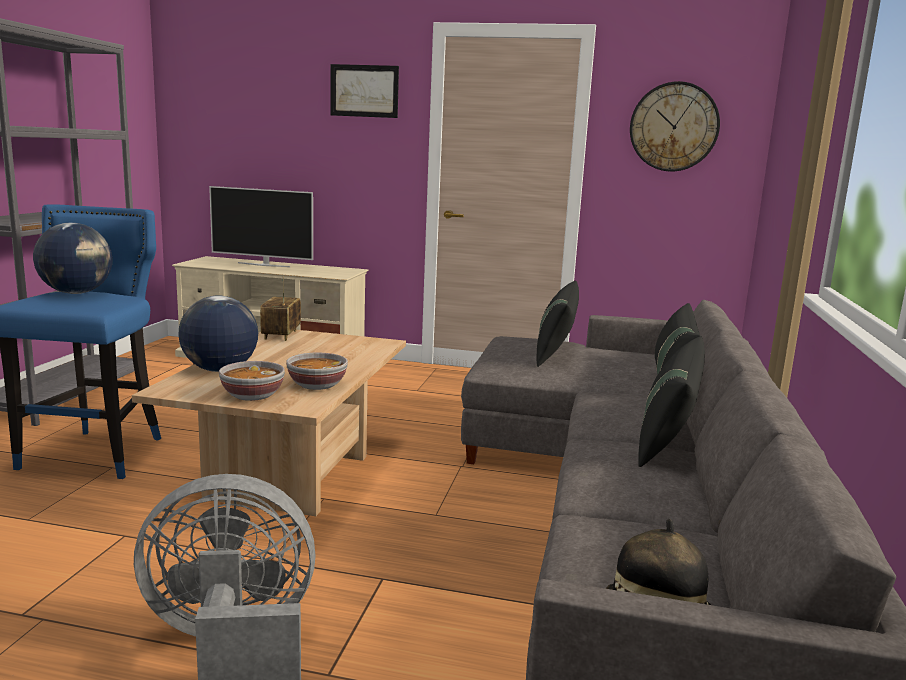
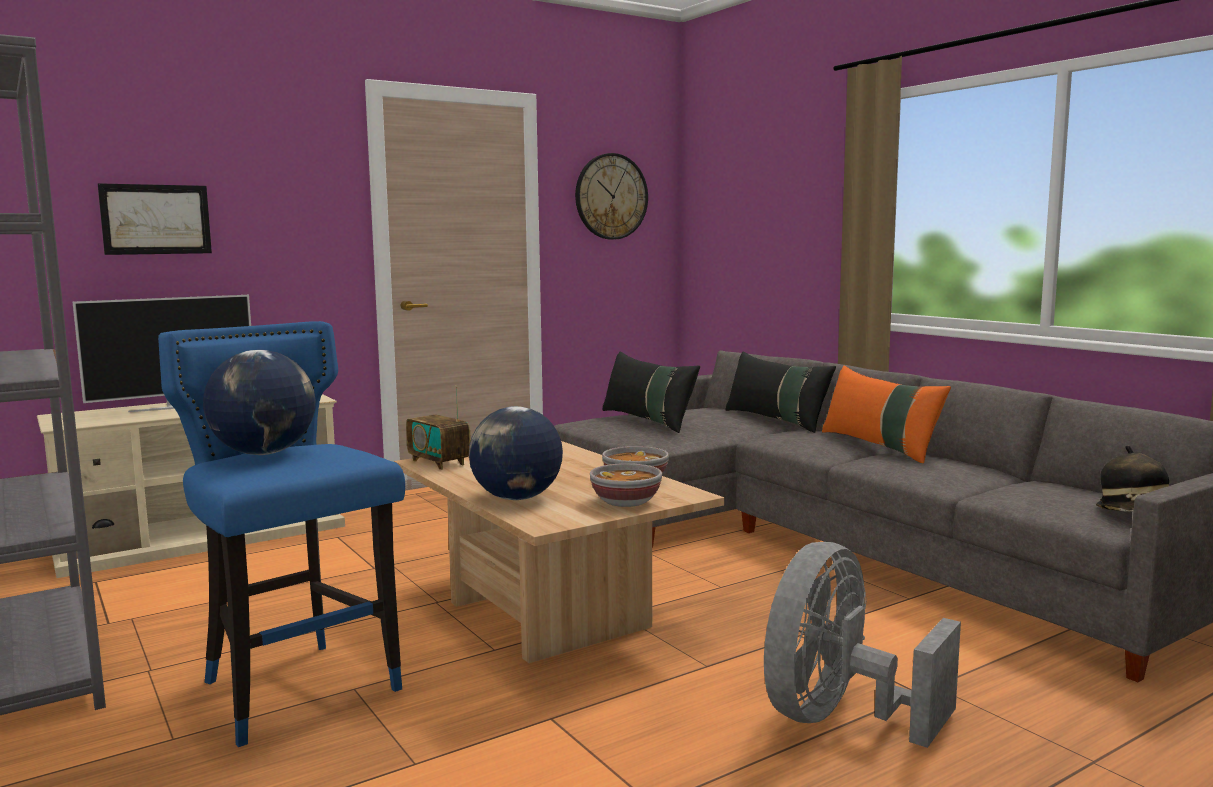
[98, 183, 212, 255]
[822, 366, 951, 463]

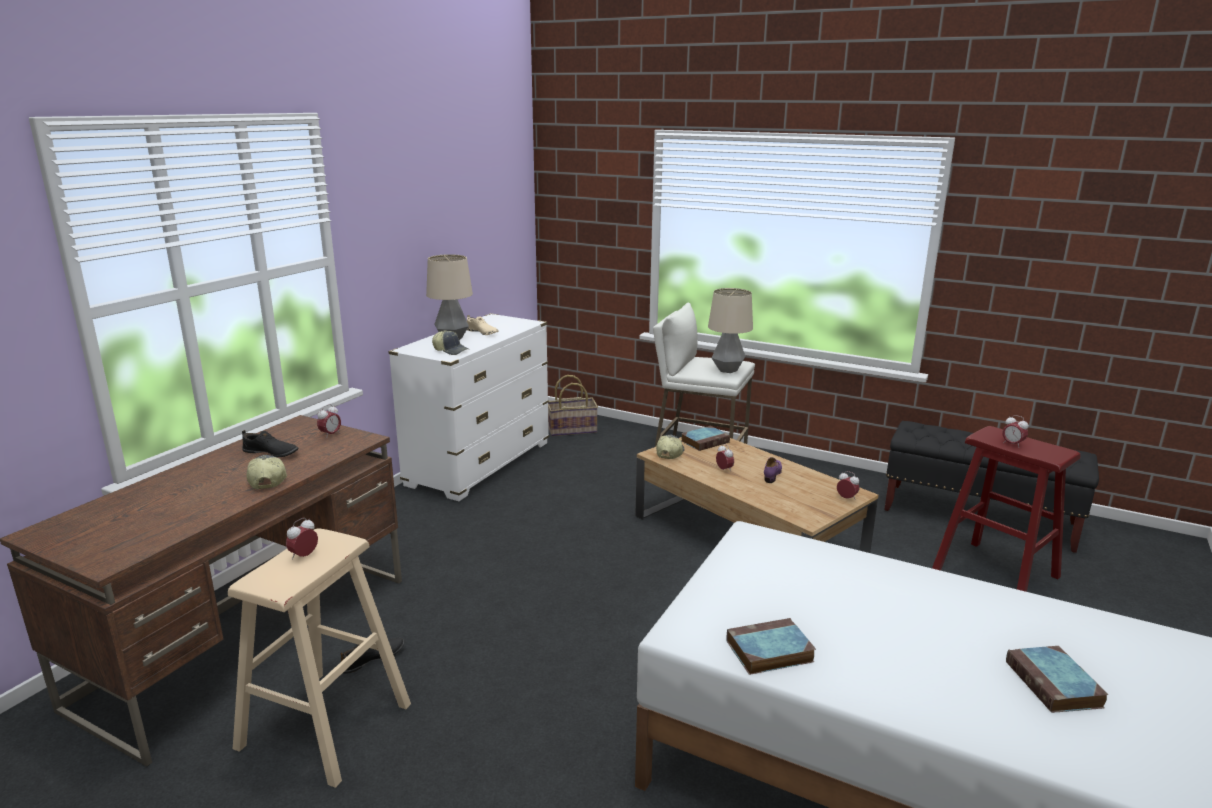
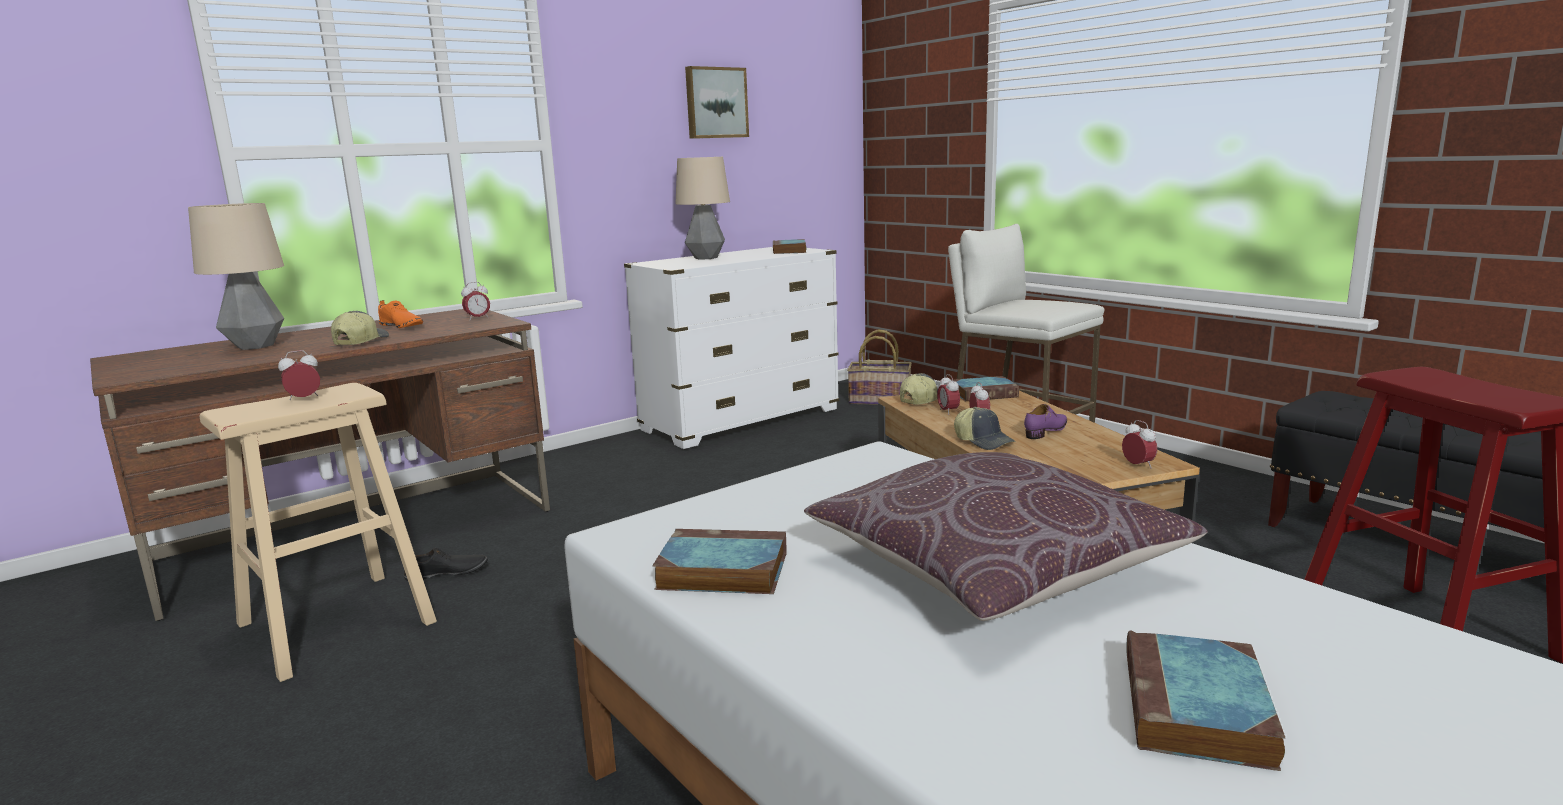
[467, 315, 499, 335] (first image)
[685, 66, 749, 139]
[773, 239, 807, 254]
[804, 452, 1208, 621]
[954, 407, 1016, 450]
[188, 203, 284, 350]
[937, 374, 960, 415]
[378, 300, 423, 328]

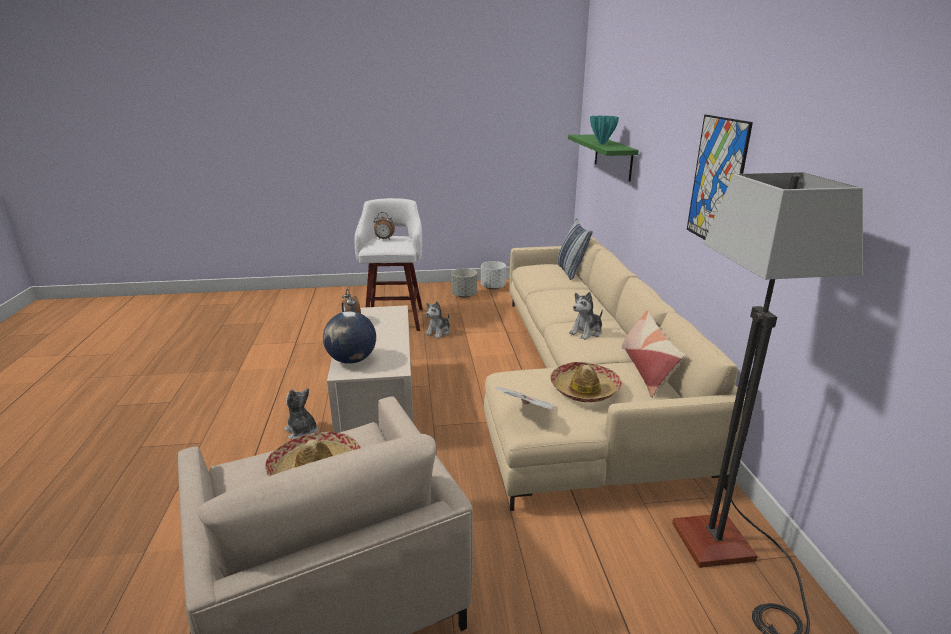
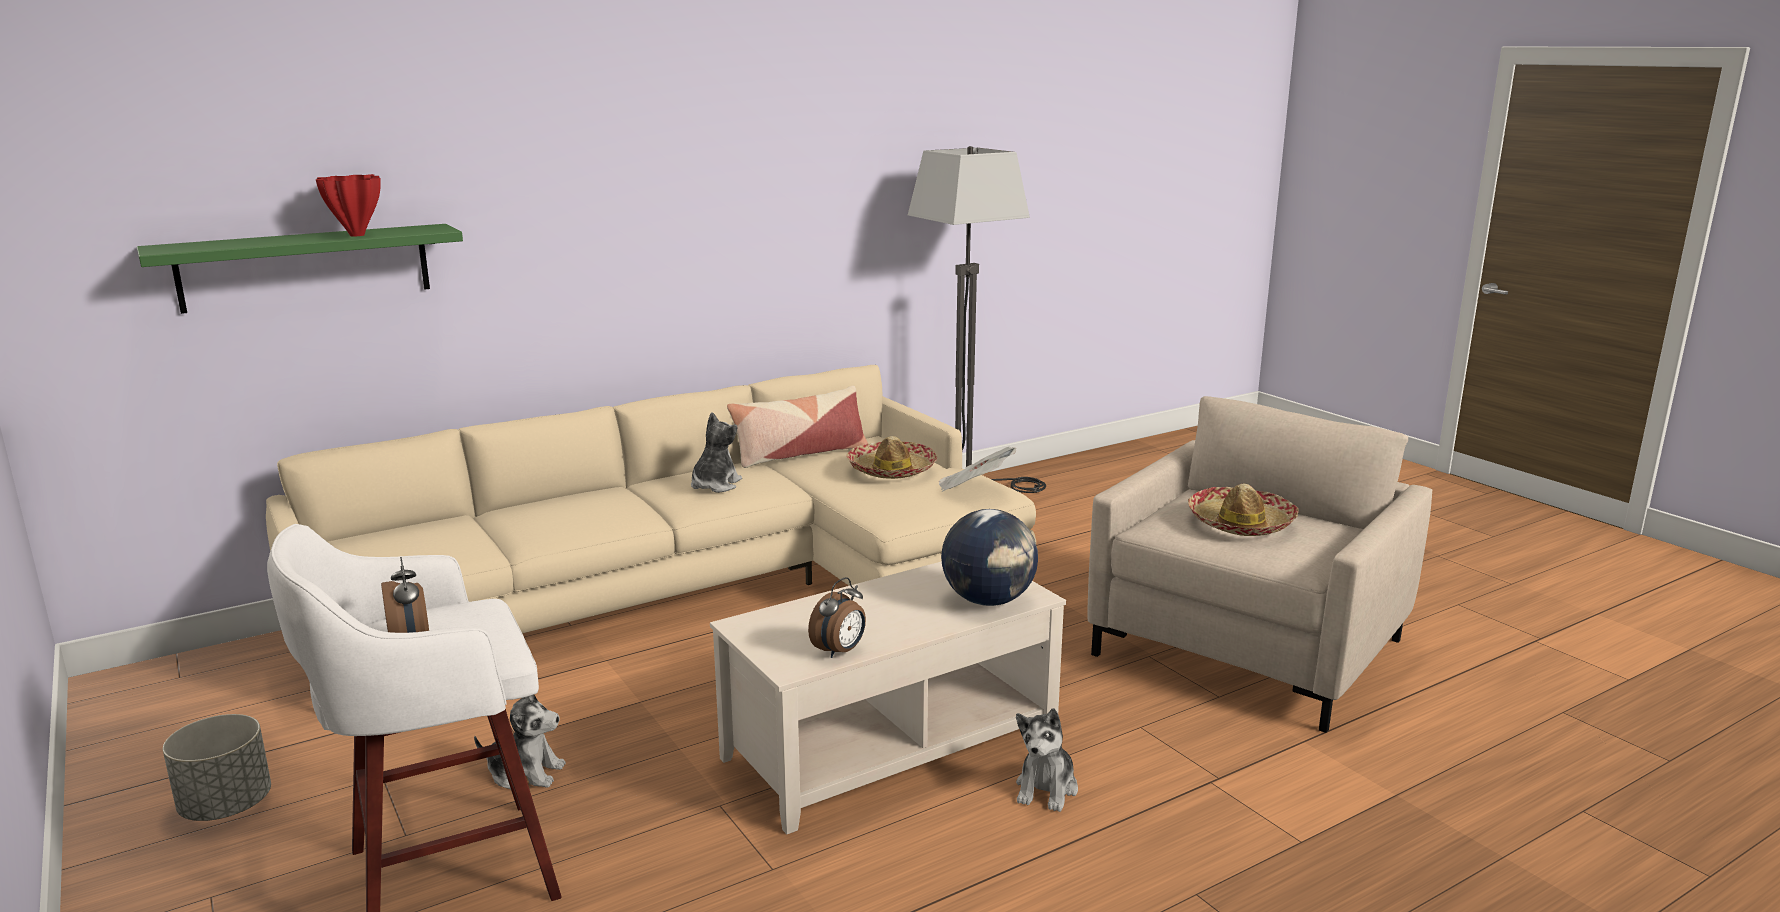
[481, 261, 506, 289] (first image)
[557, 219, 593, 280] (first image)
[687, 115, 753, 240] (first image)
[316, 174, 381, 236]
[691, 412, 742, 493]

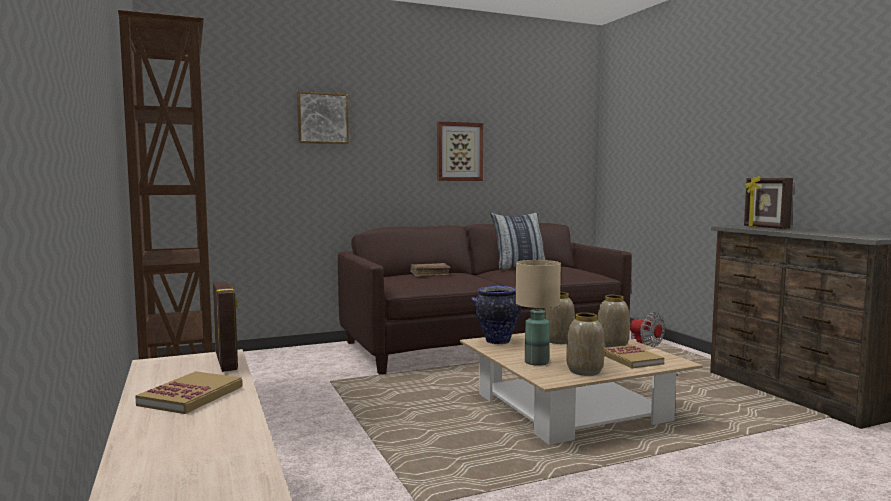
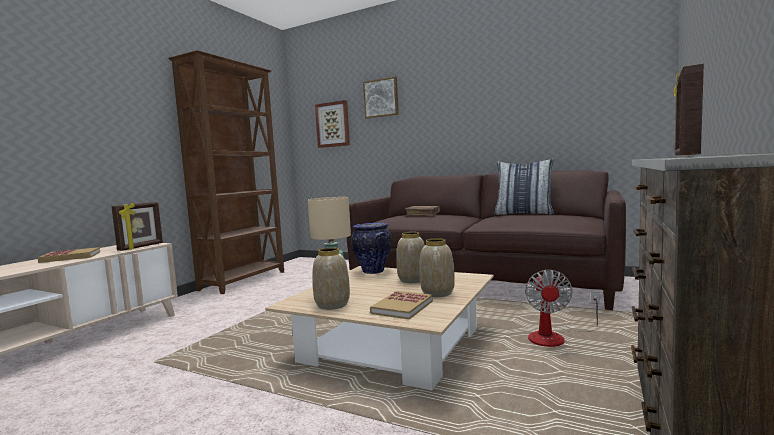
[315, 100, 350, 148]

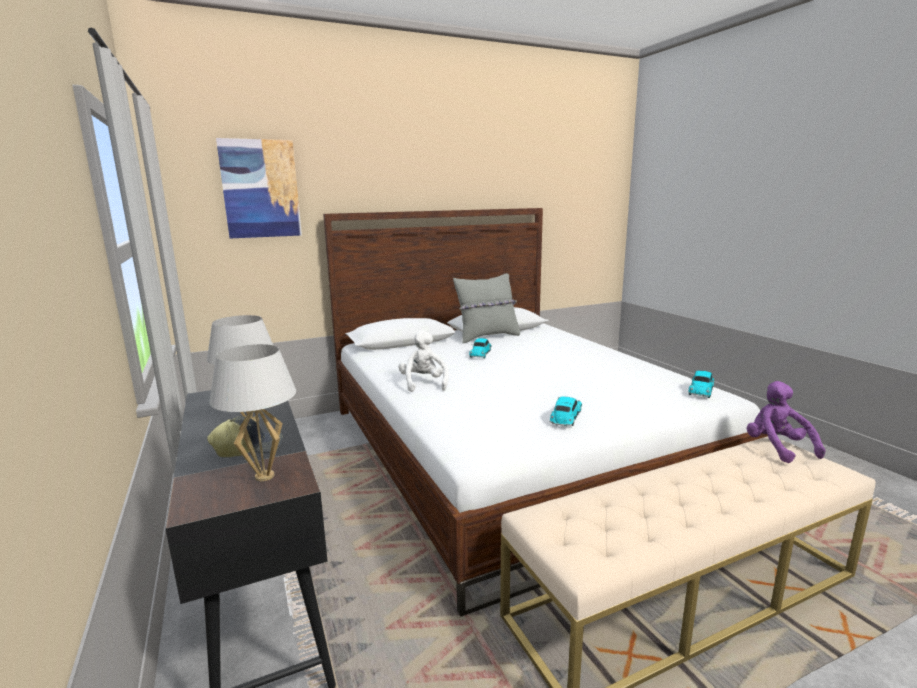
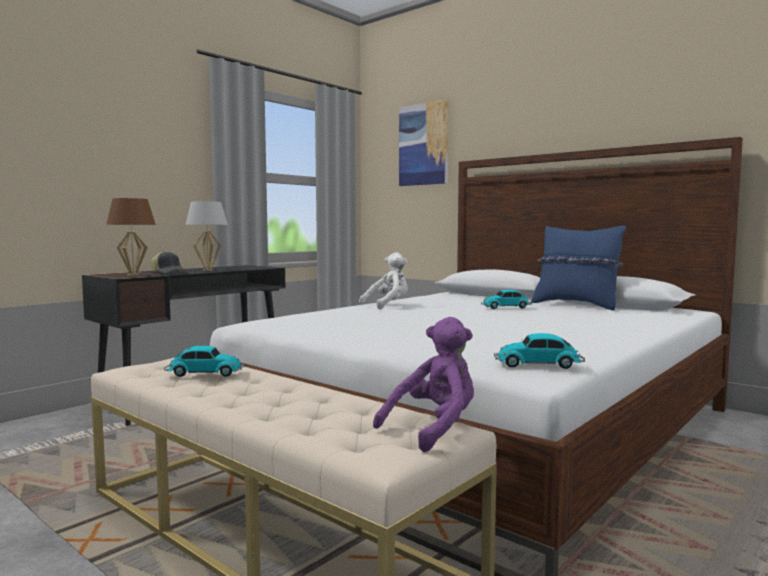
[164, 346, 245, 377]
[106, 198, 156, 276]
[531, 226, 626, 310]

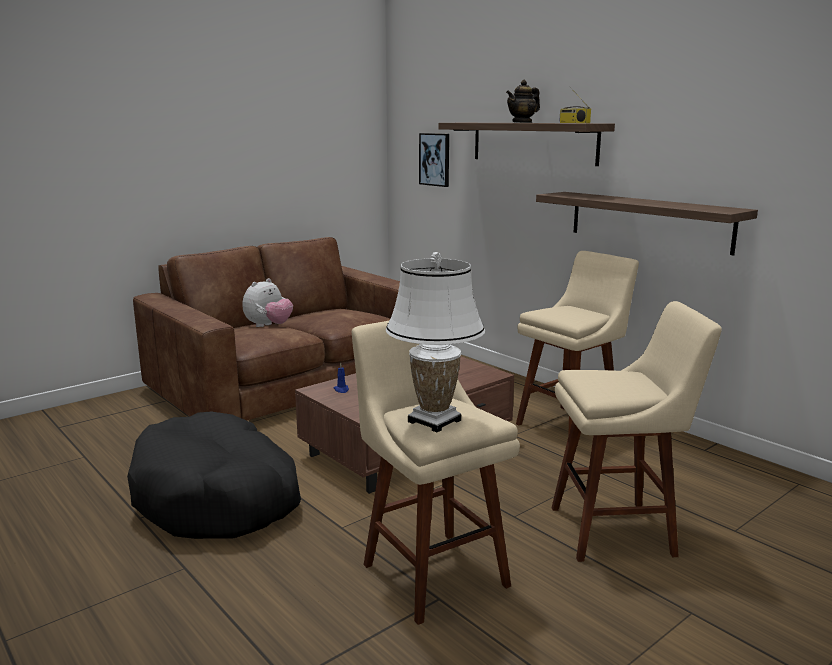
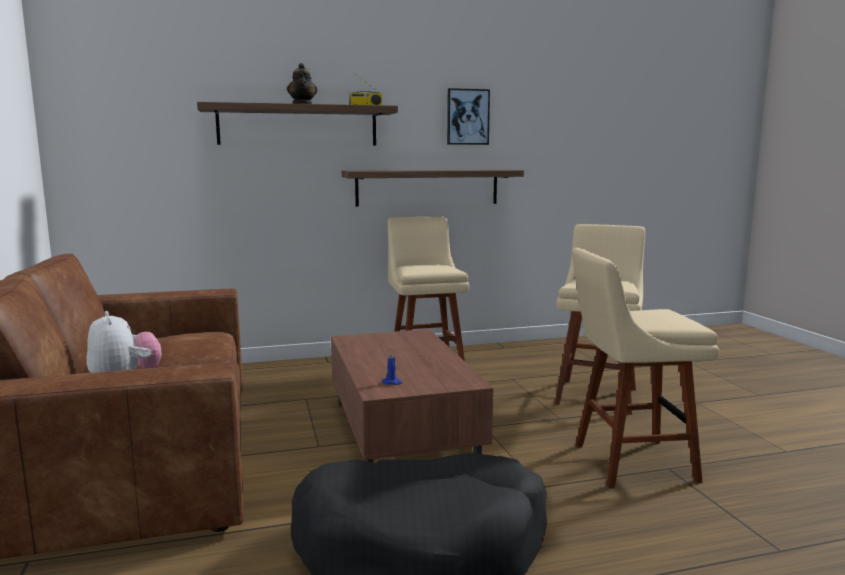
[386, 252, 485, 432] (first image)
[447, 88, 490, 145]

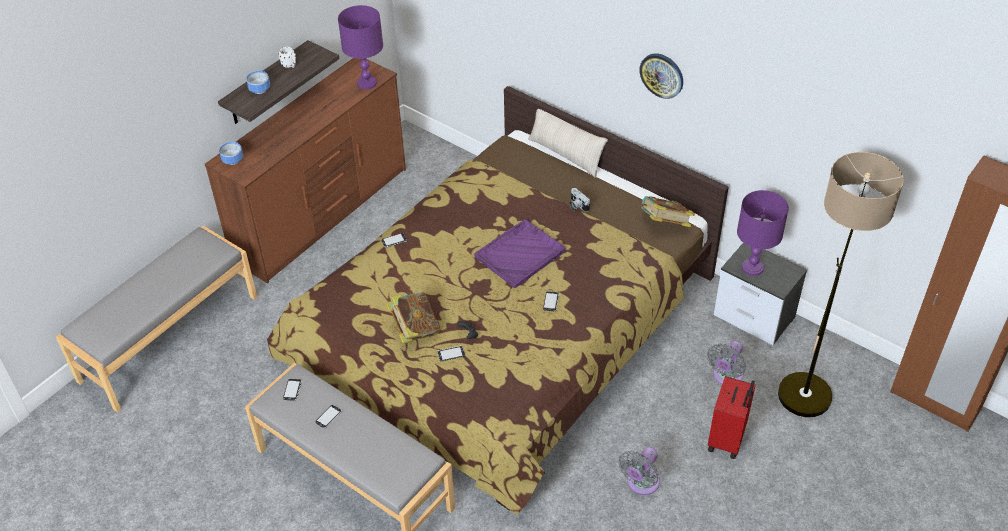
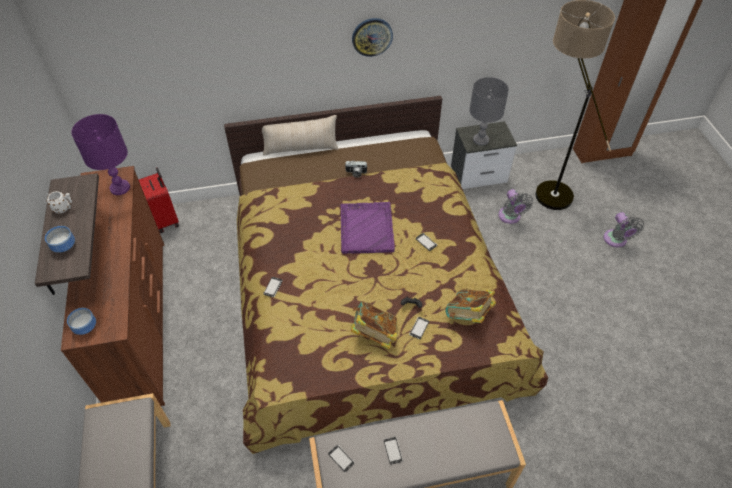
[603, 212, 644, 247]
[445, 289, 496, 323]
[138, 168, 179, 233]
[469, 77, 509, 146]

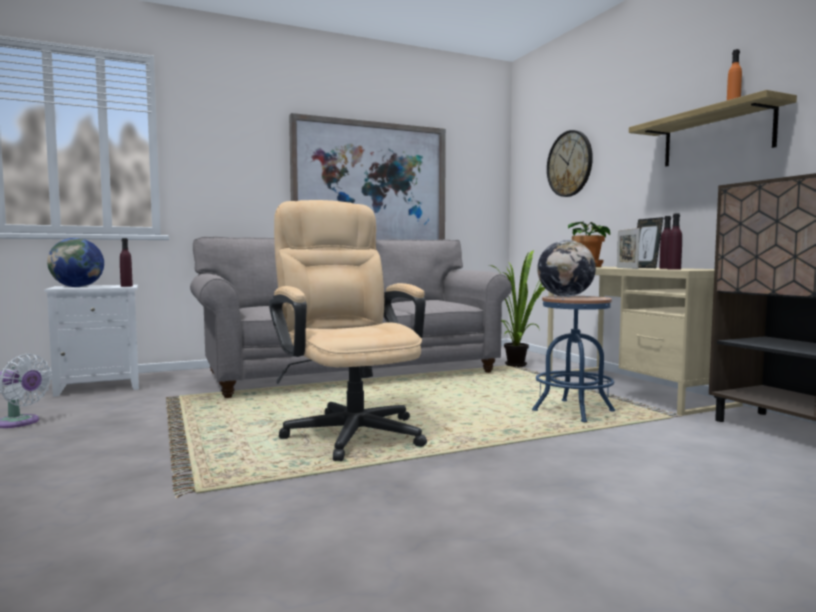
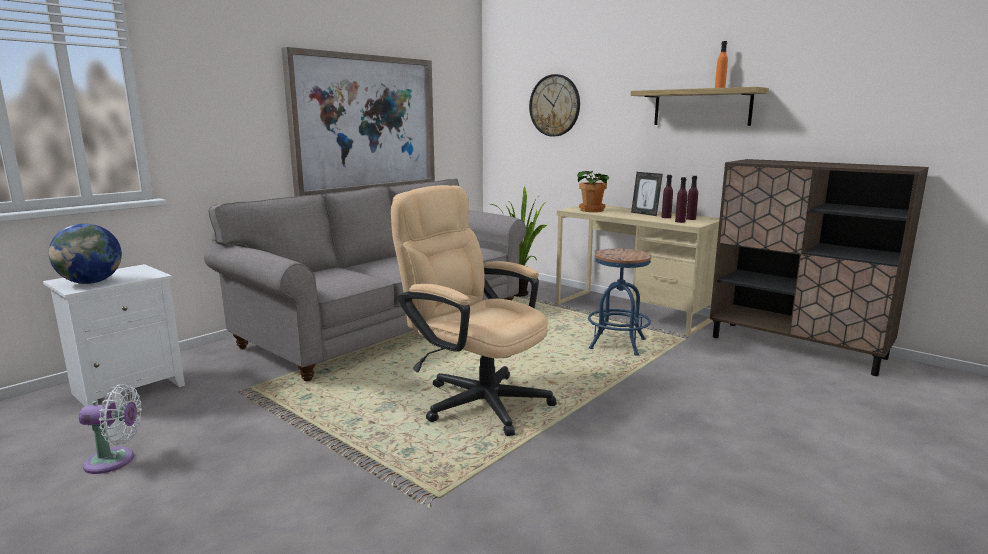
[537, 240, 596, 297] (first image)
[617, 228, 640, 269] (first image)
[686, 176, 698, 220]

